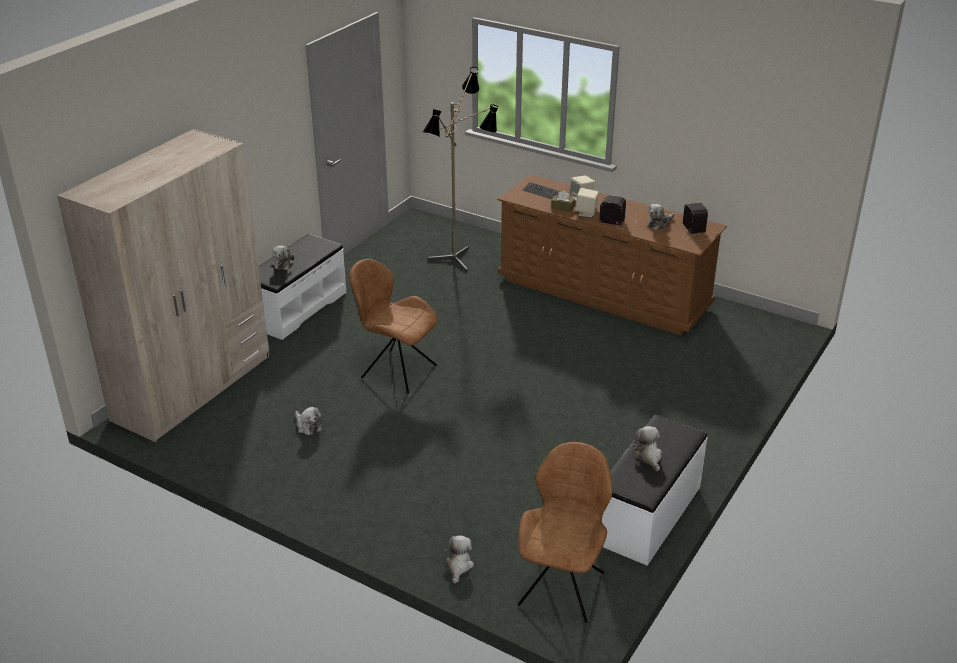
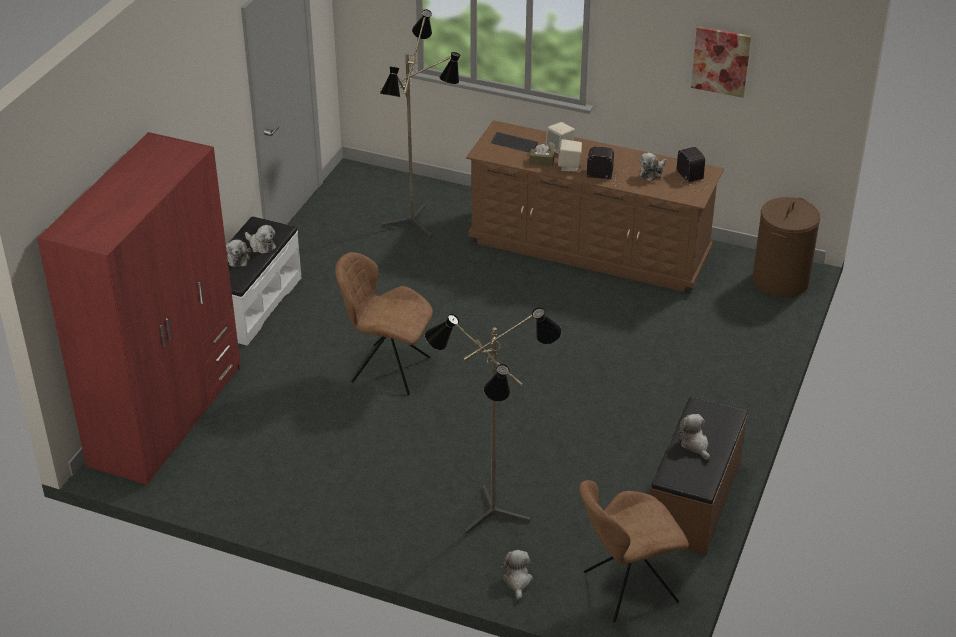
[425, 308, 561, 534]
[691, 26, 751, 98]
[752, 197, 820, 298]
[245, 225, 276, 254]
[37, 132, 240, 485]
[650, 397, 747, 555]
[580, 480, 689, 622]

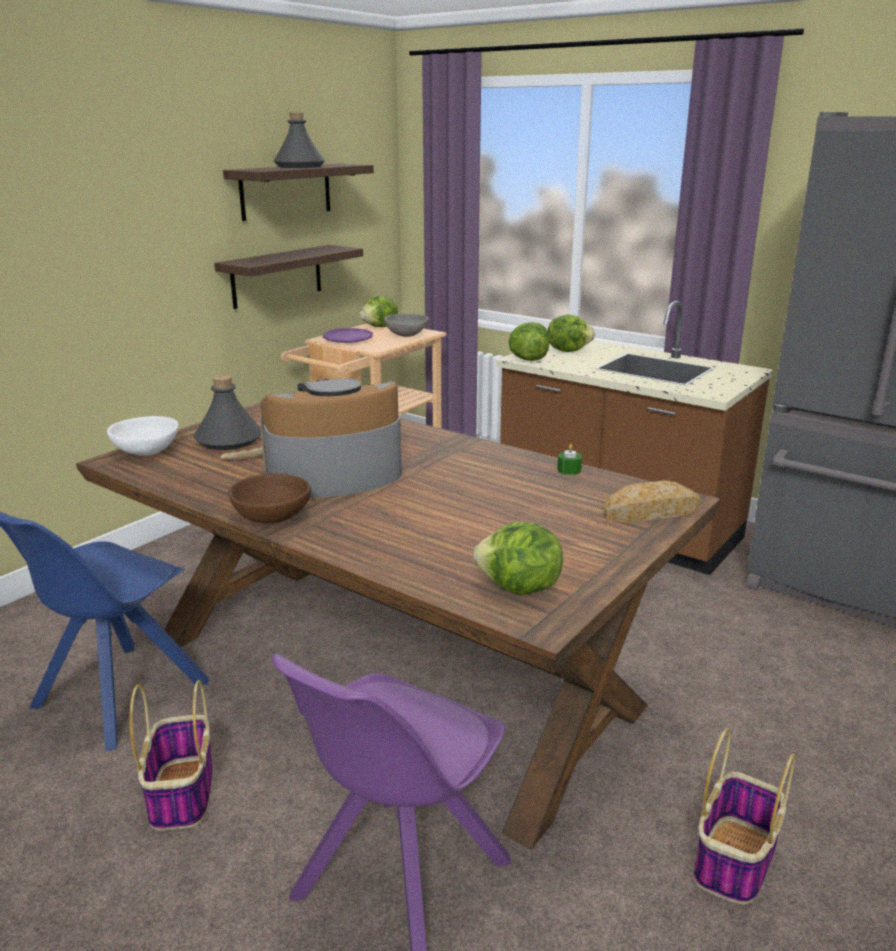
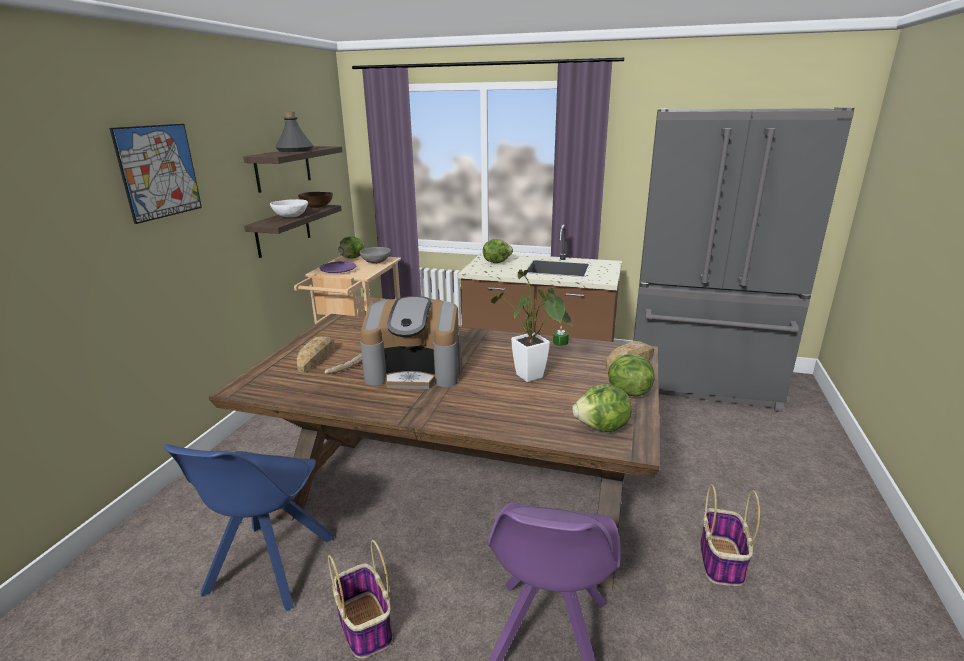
[109, 124, 202, 224]
[491, 270, 572, 382]
[270, 199, 308, 217]
[298, 192, 333, 208]
[608, 354, 654, 396]
[297, 336, 335, 373]
[360, 296, 461, 389]

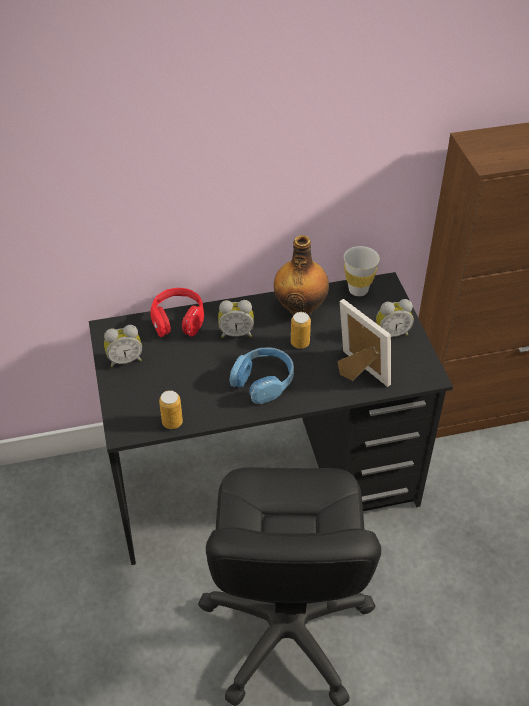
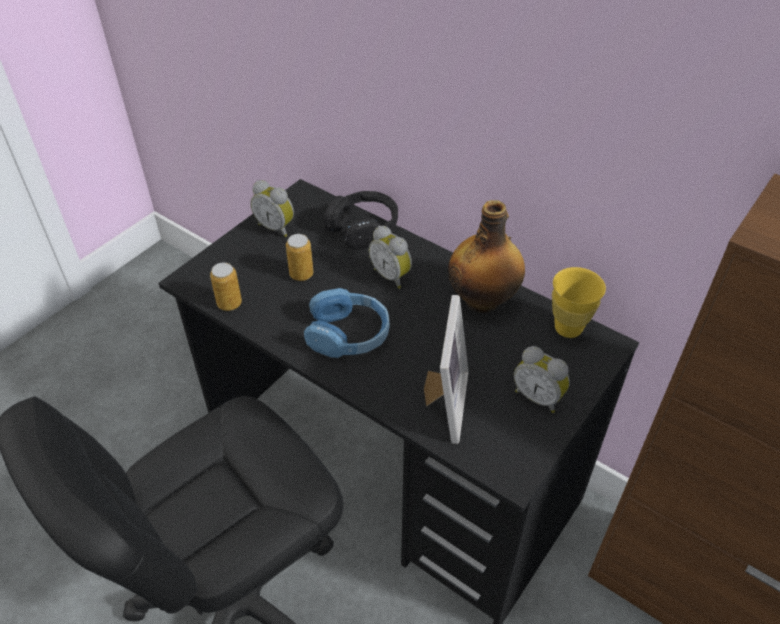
[286, 234, 313, 281]
[323, 191, 398, 250]
[552, 267, 606, 338]

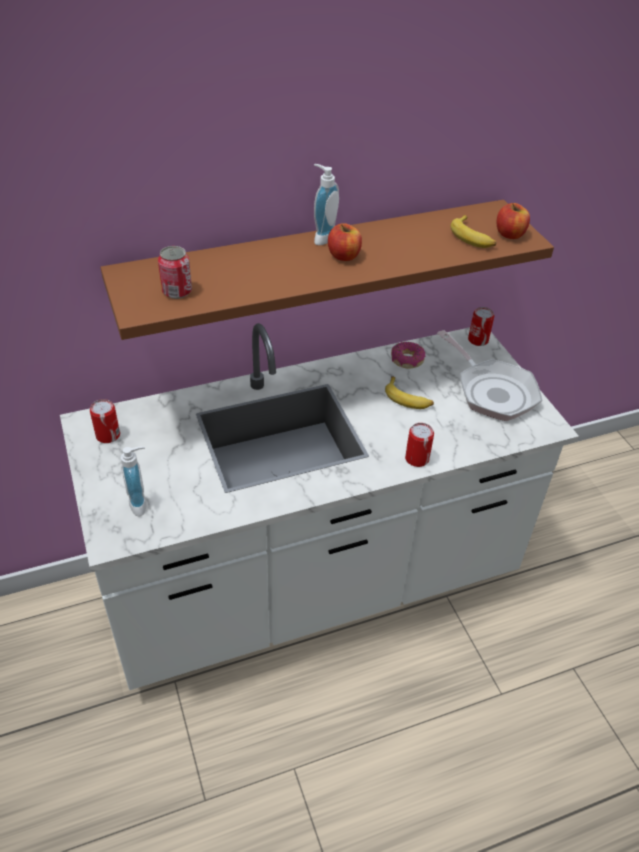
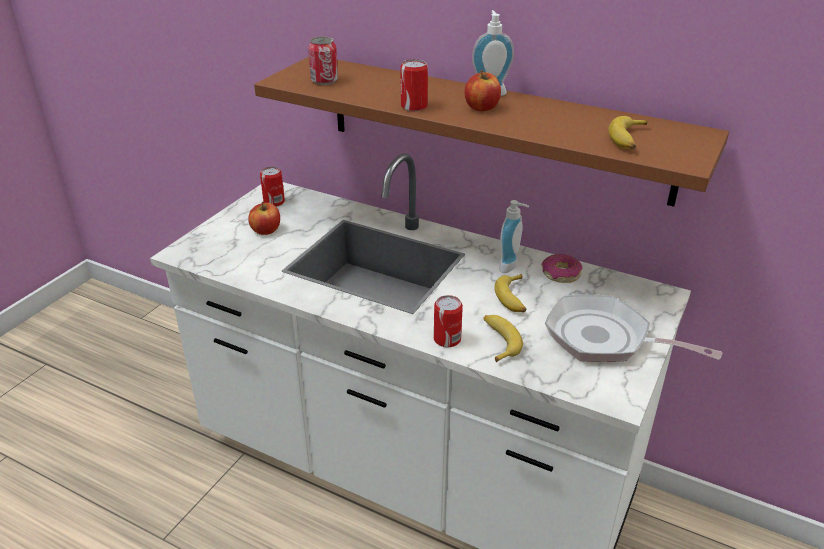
[483, 315, 523, 362]
[499, 200, 529, 273]
[400, 59, 428, 111]
[248, 202, 280, 235]
[545, 295, 722, 362]

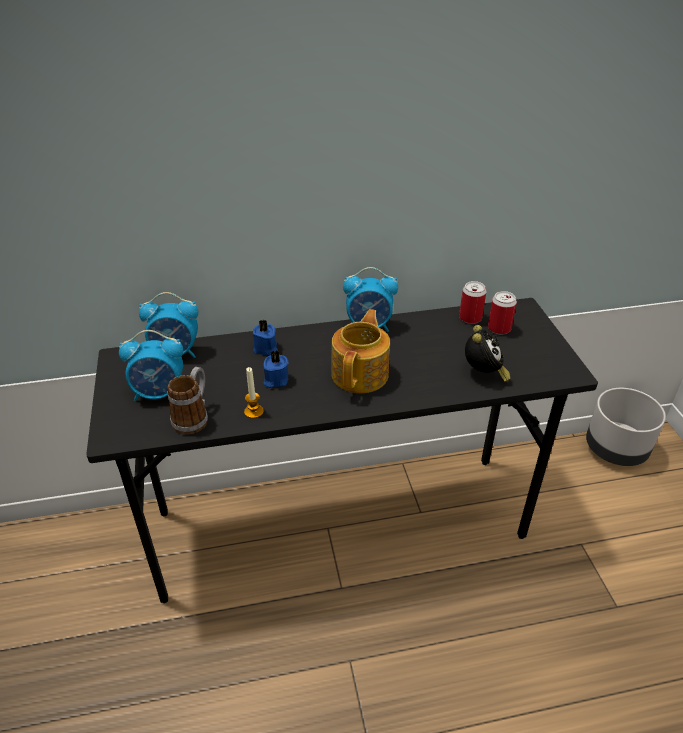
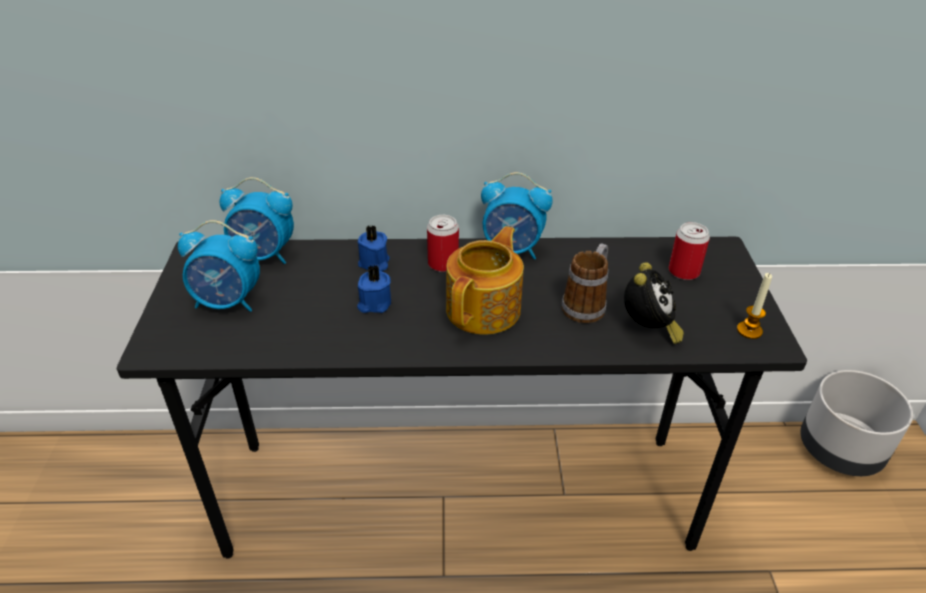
[562, 243, 608, 323]
[737, 273, 772, 339]
[427, 215, 459, 272]

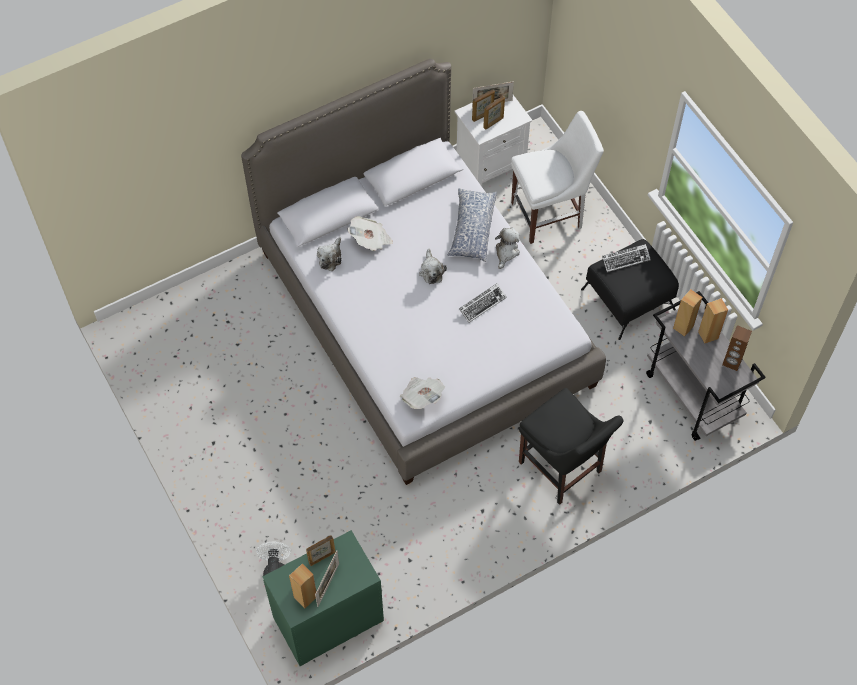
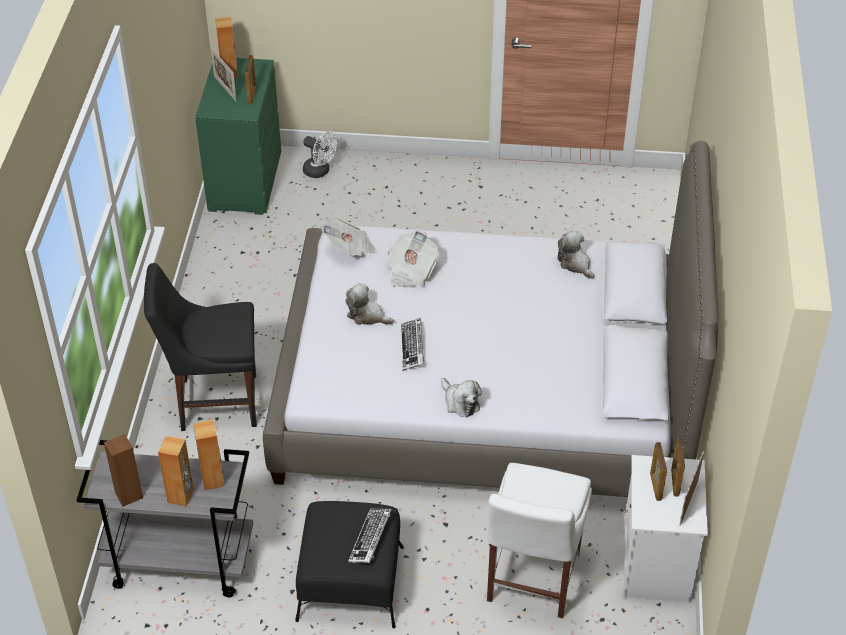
[448, 188, 497, 262] (first image)
[388, 230, 439, 287]
[345, 283, 394, 325]

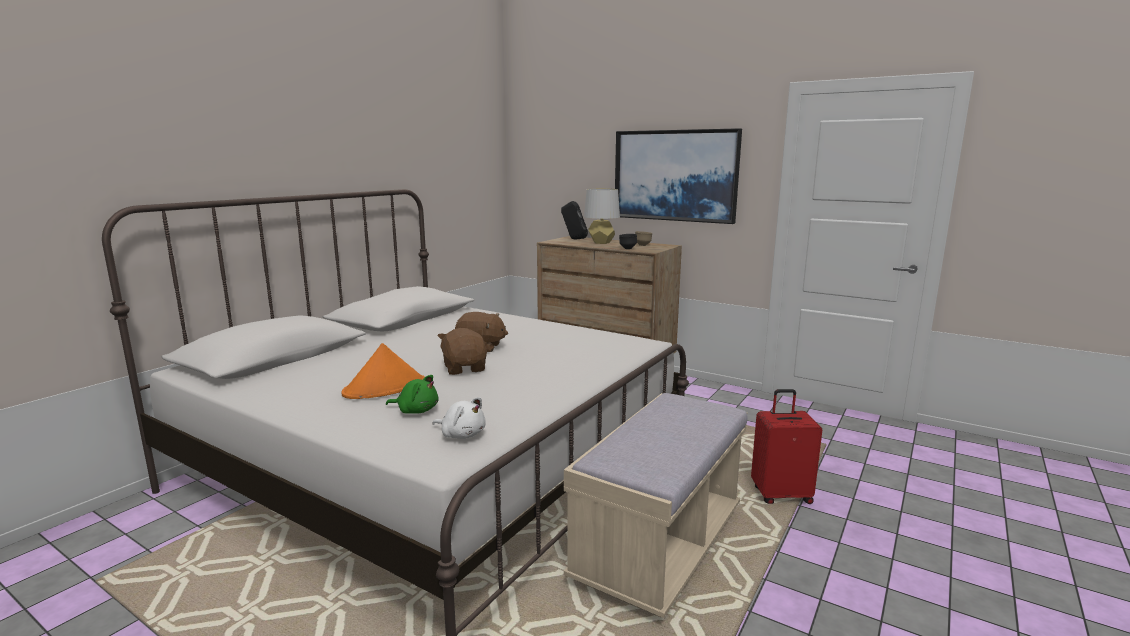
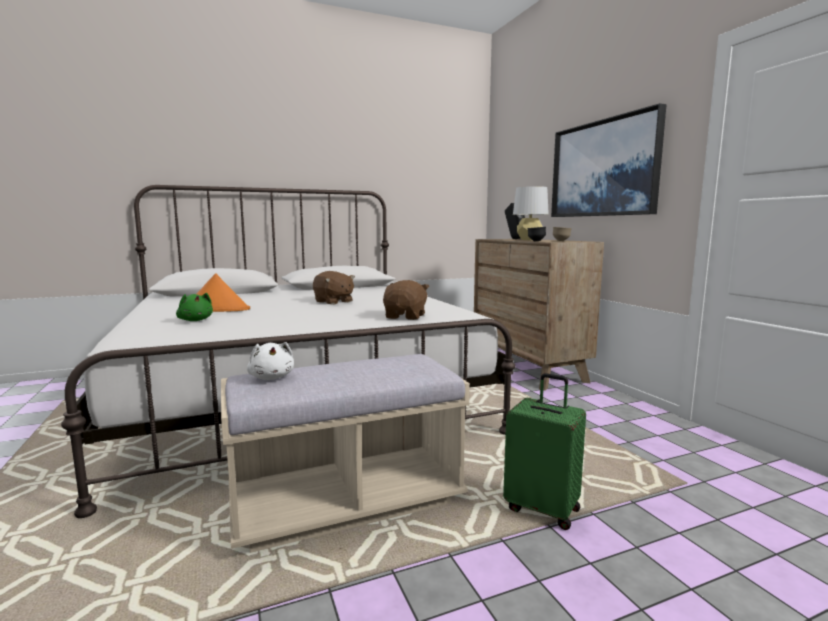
[247, 342, 294, 380]
[383, 280, 430, 320]
[503, 373, 586, 530]

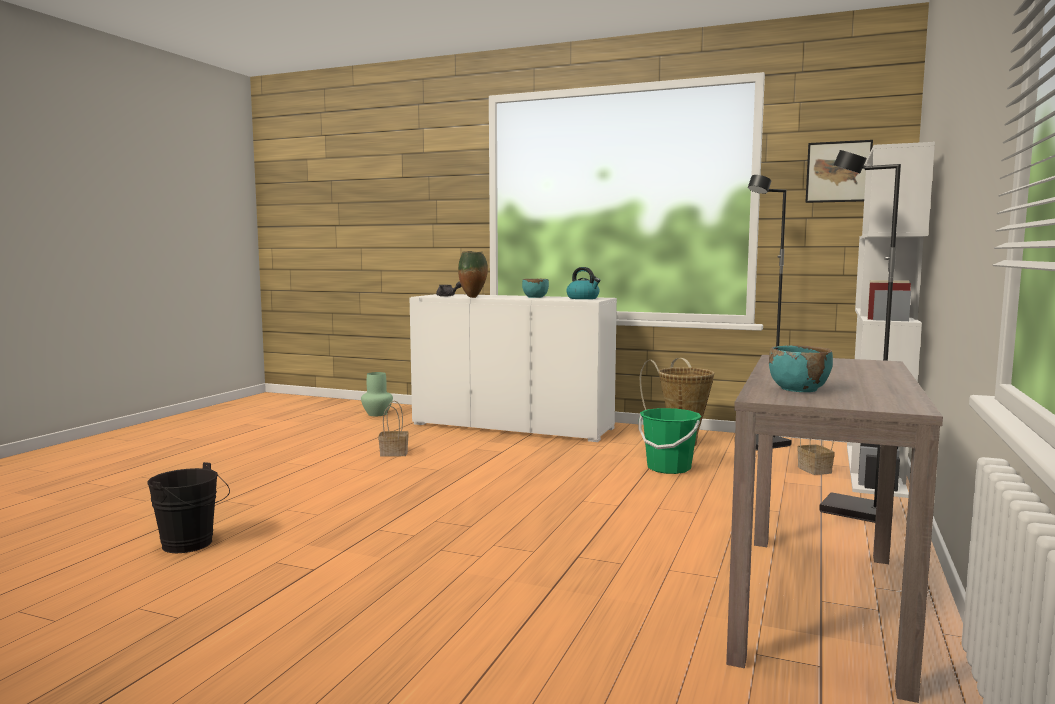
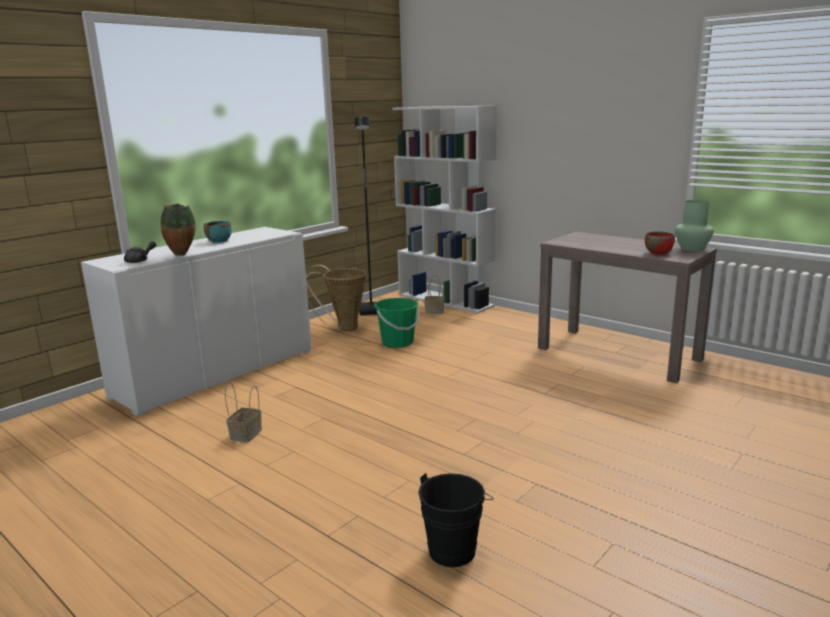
[566, 267, 600, 299] (first image)
[805, 140, 873, 203] (first image)
[819, 150, 901, 523] (first image)
[675, 200, 714, 251]
[645, 231, 675, 255]

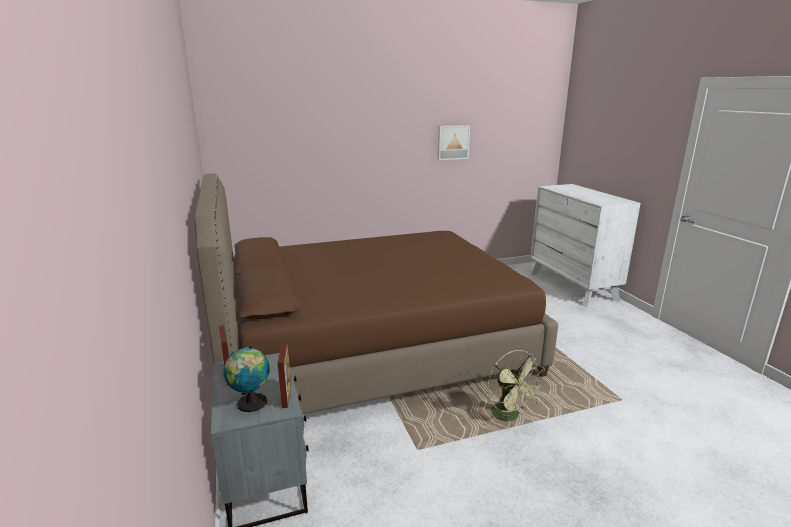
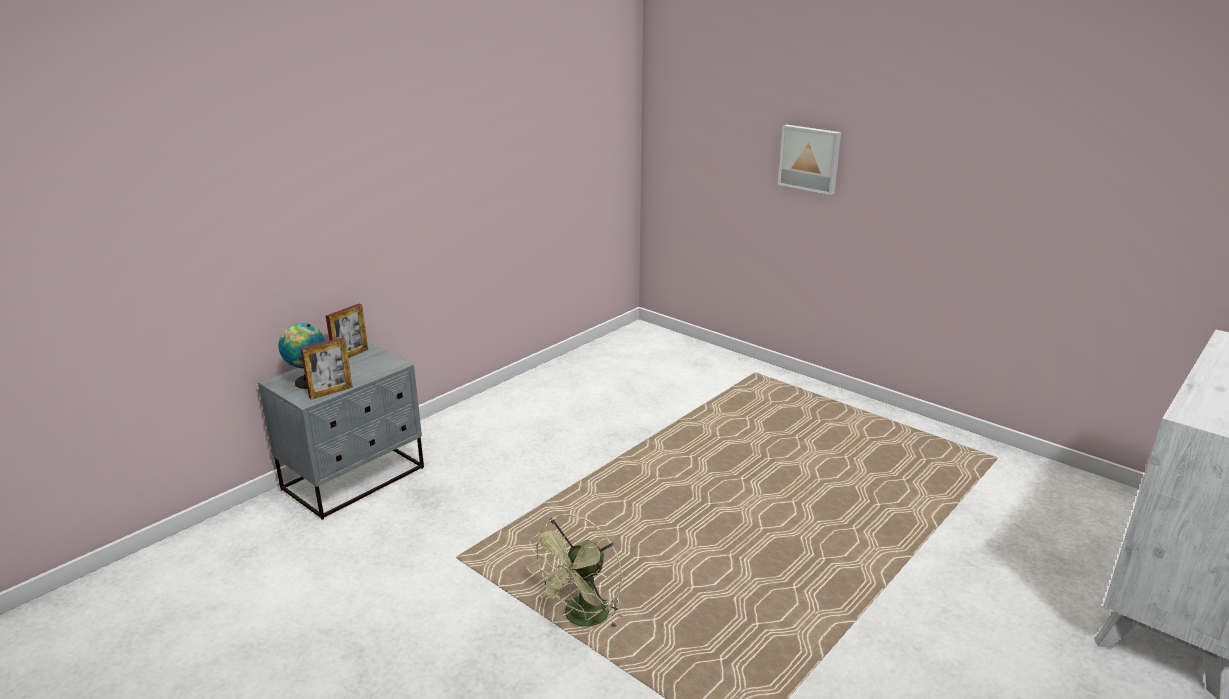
[194, 173, 558, 414] (first image)
[778, 125, 841, 195]

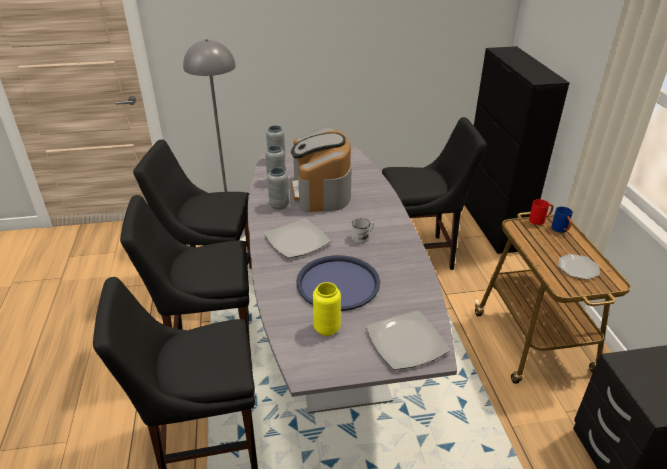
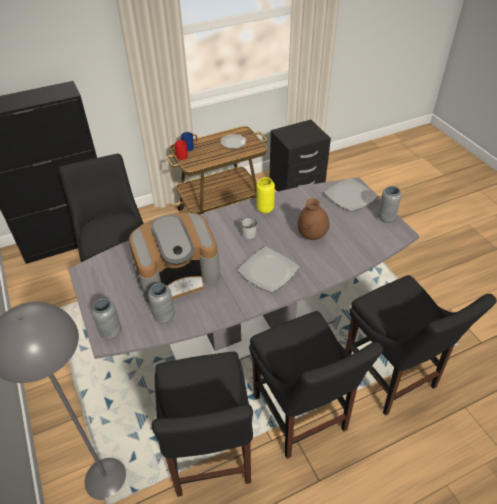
[378, 186, 402, 223]
[256, 177, 275, 214]
[298, 198, 330, 240]

